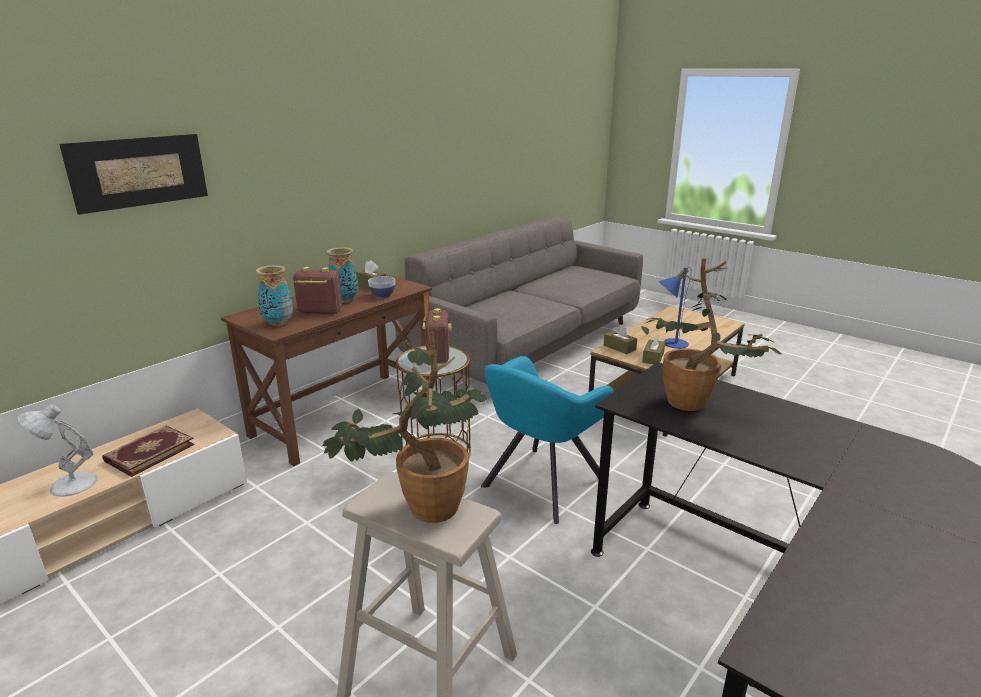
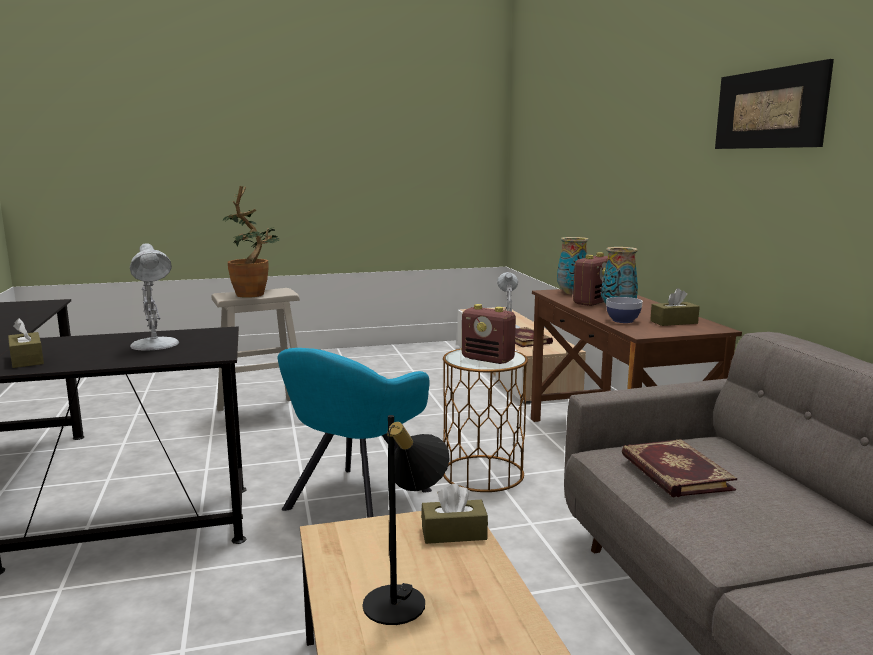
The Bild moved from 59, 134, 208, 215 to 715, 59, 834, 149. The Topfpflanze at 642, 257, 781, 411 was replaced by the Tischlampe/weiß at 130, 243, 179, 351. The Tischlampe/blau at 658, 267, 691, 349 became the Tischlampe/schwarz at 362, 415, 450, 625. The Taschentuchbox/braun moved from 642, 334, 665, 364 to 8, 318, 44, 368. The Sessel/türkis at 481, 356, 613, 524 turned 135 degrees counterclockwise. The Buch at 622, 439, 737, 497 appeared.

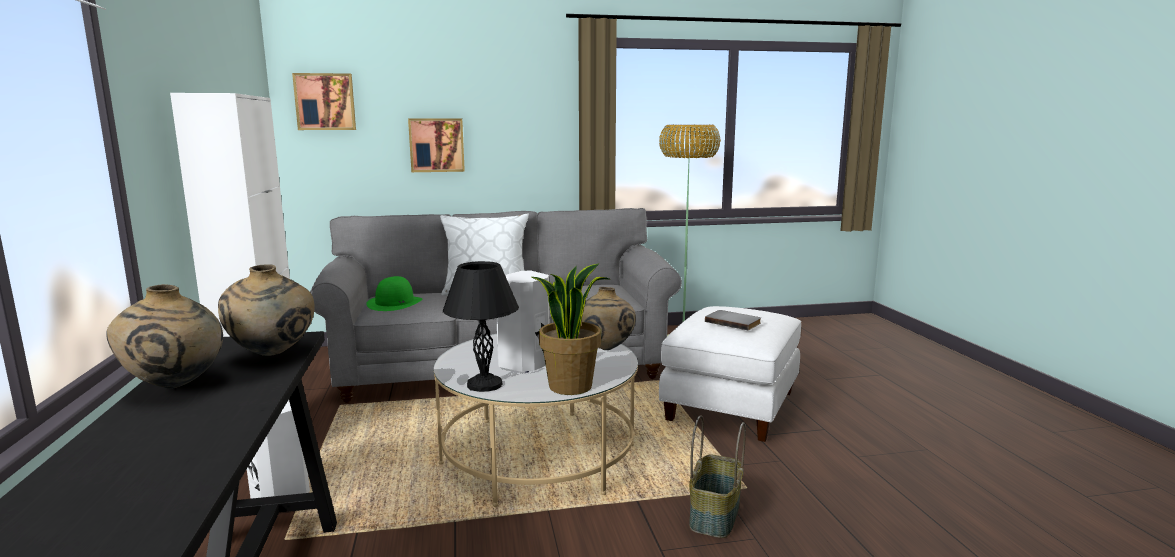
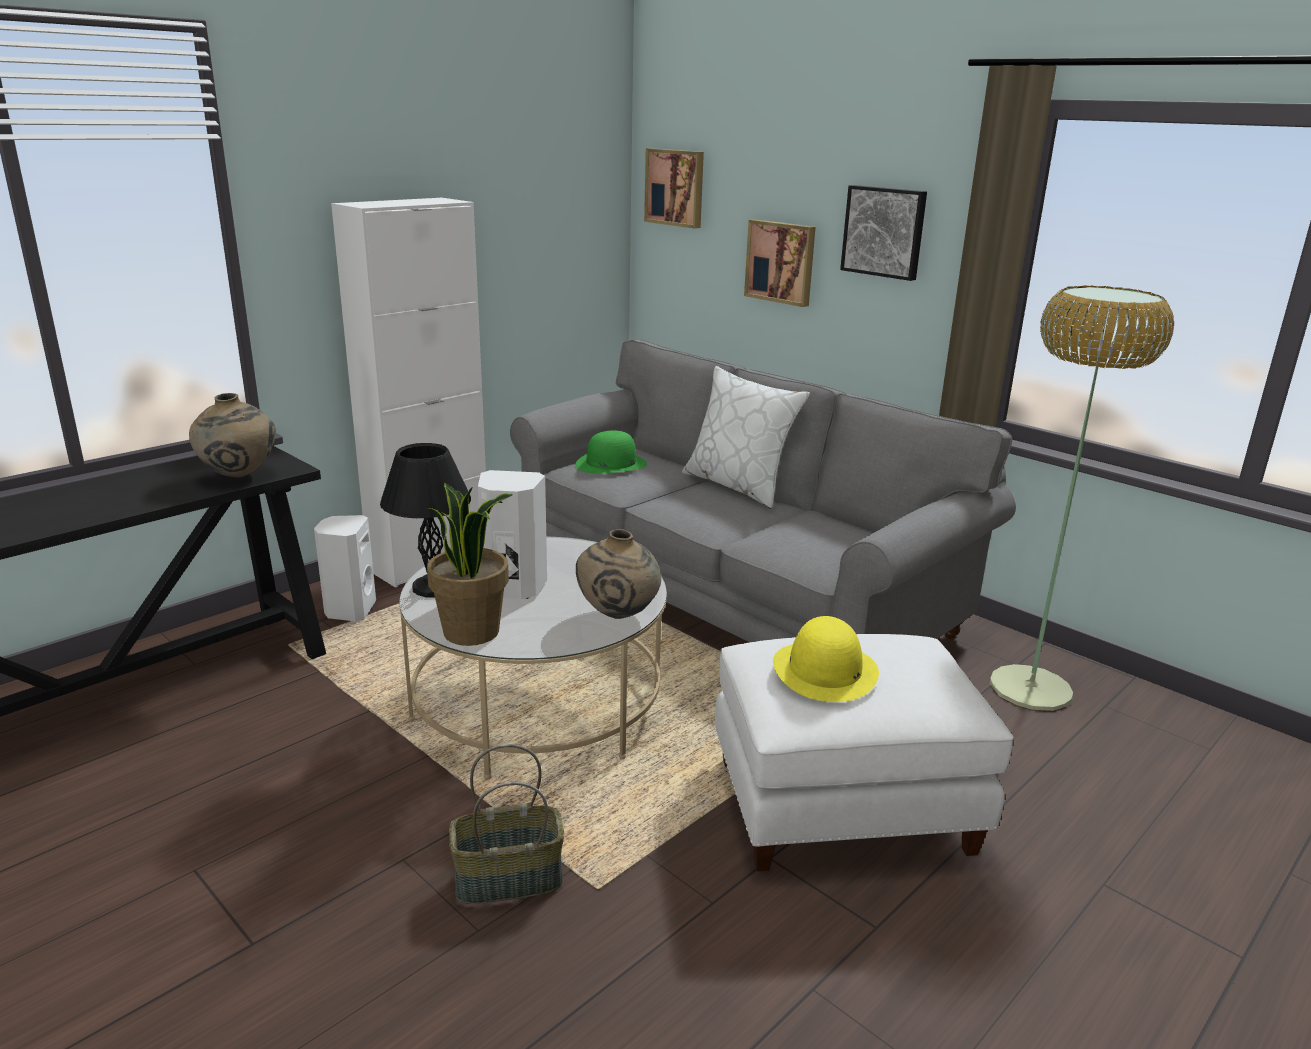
The Vase/beige at 106, 284, 223, 389 disappeared. The Buch/grau at 705, 310, 761, 331 was replaced by the Hut/gelb at 773, 616, 879, 702. The Bild at 840, 185, 927, 281 appeared.

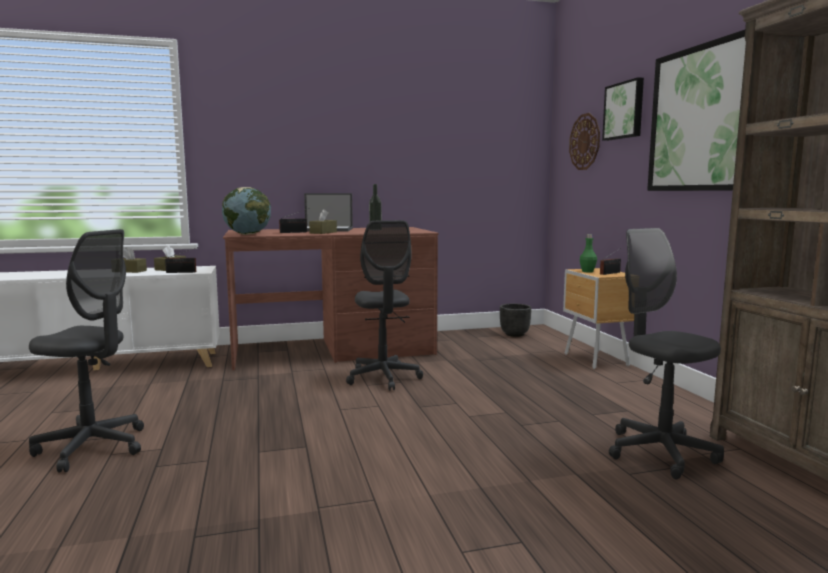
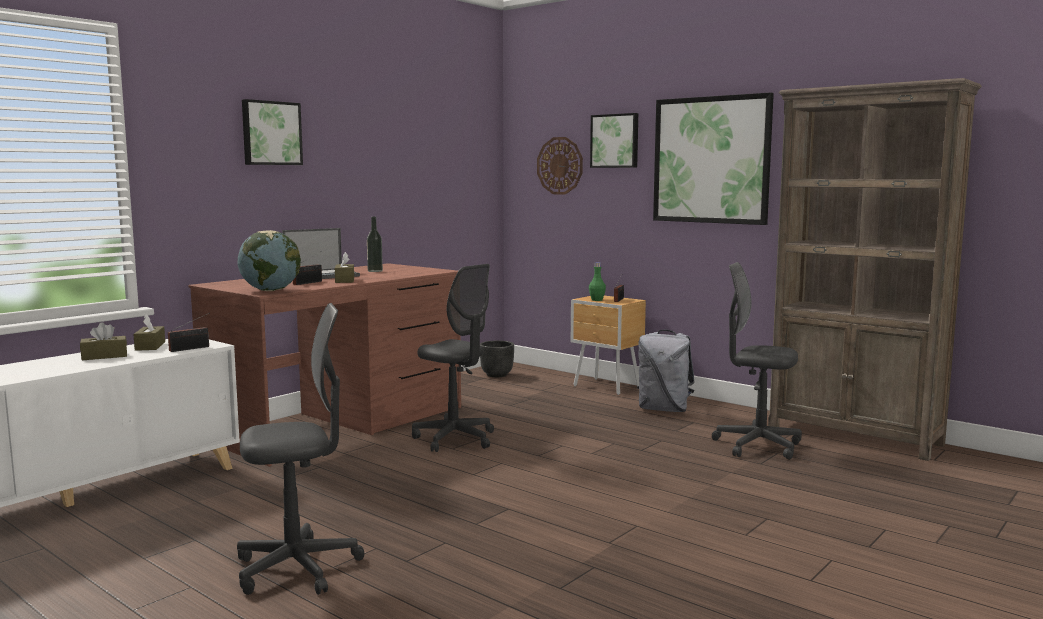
The Bild at 242, 99, 303, 165 appeared. The Rucksack/grau at 637, 330, 695, 412 appeared.

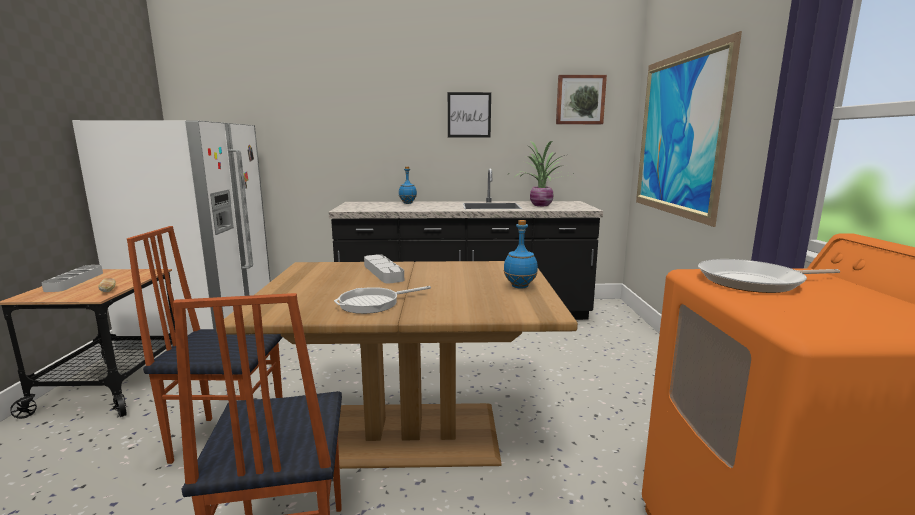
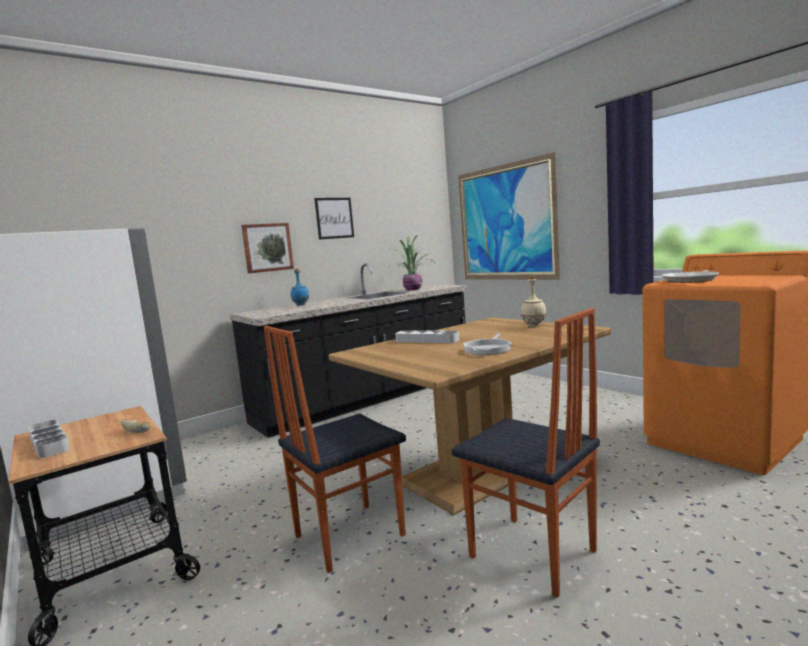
The Bild moved from 556, 75, 607, 124 to 241, 223, 294, 273. The Flasche/blau at 503, 220, 538, 289 became the Flasche/beige at 521, 276, 546, 326.

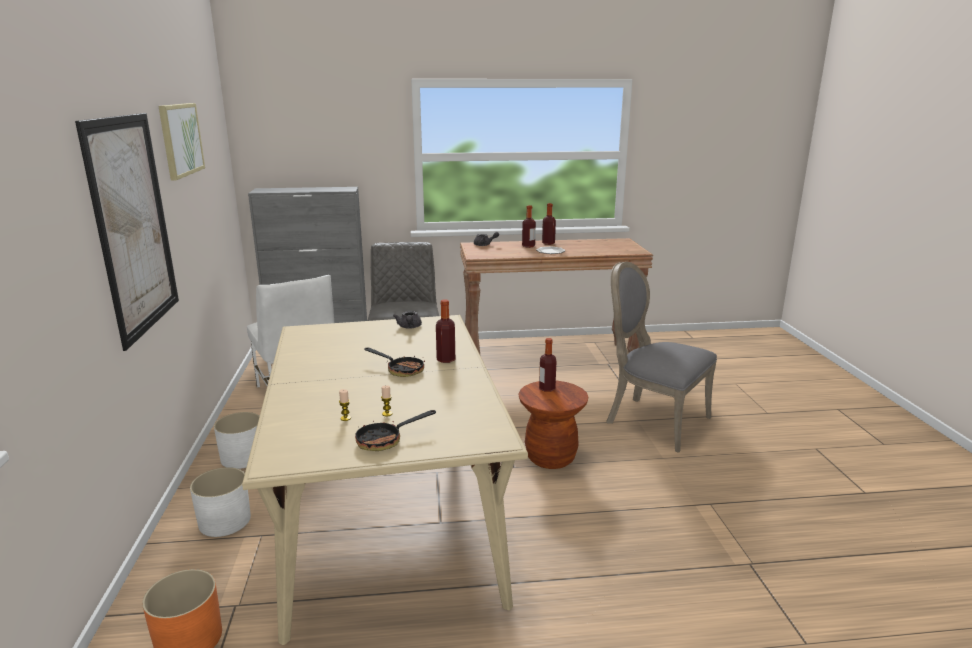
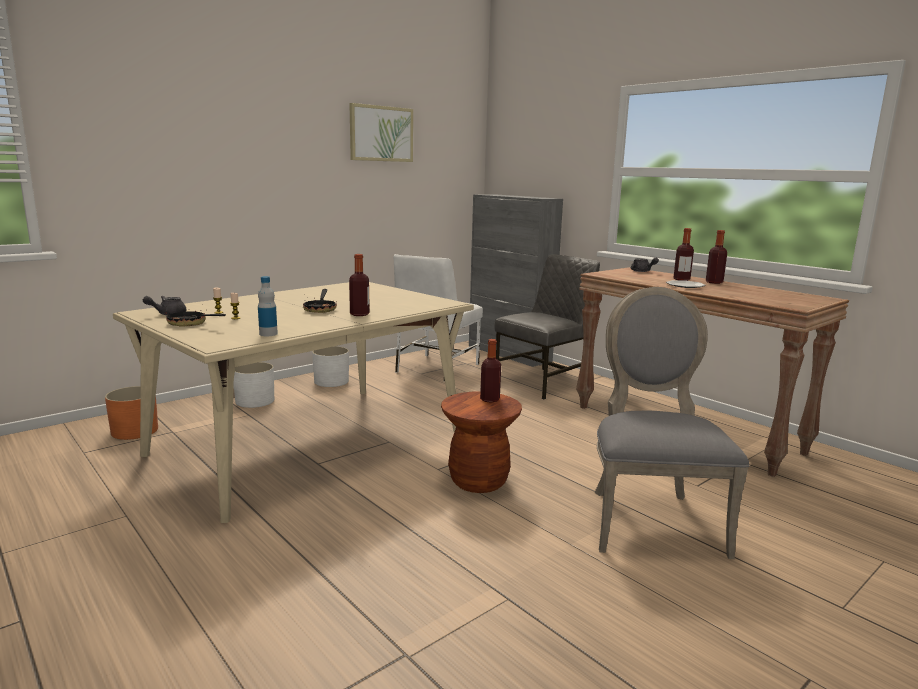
The Bild at 75, 113, 179, 351 disappeared. The Teekanne/grau moved from 393, 311, 422, 329 to 143, 296, 187, 315. The Flasche at 258, 276, 278, 336 appeared.

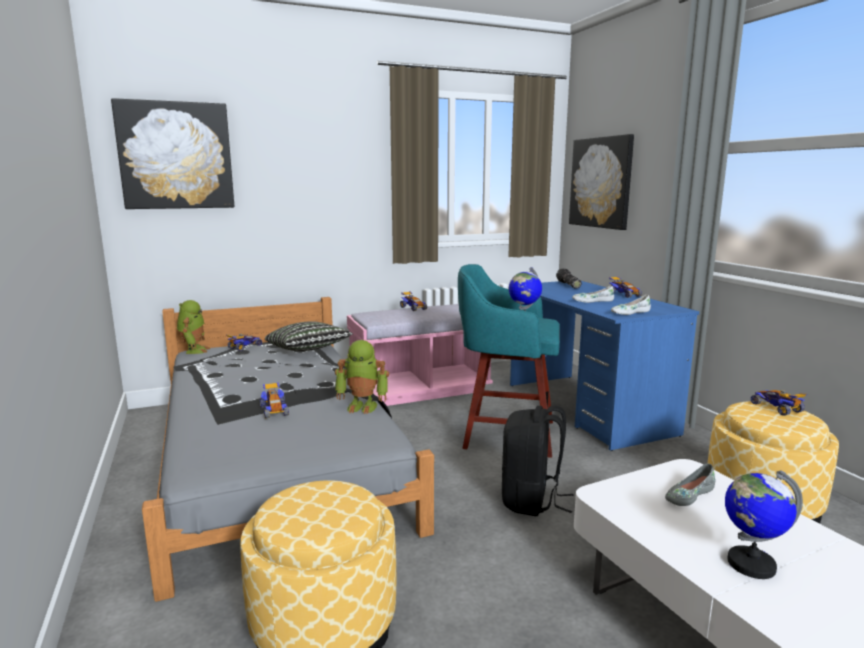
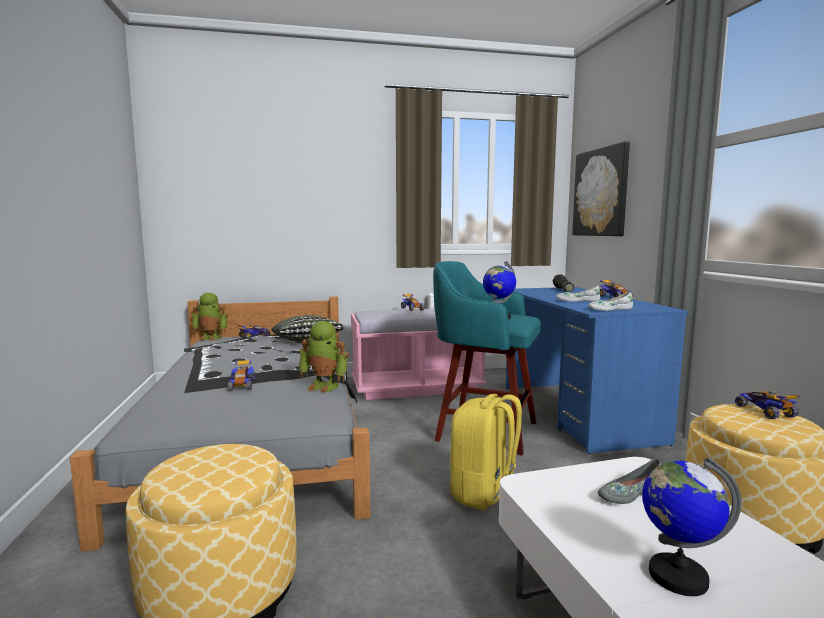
The Bild at 111, 98, 234, 209 disappeared. The Spielzeugroboter at 177, 300, 210, 354 turned 90 degrees clockwise. The Rucksack/schwarz at 502, 406, 574, 516 became the Rucksack/gelb at 450, 394, 522, 510.

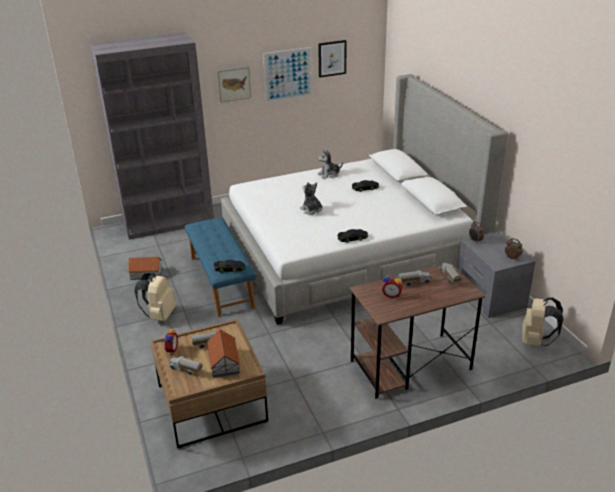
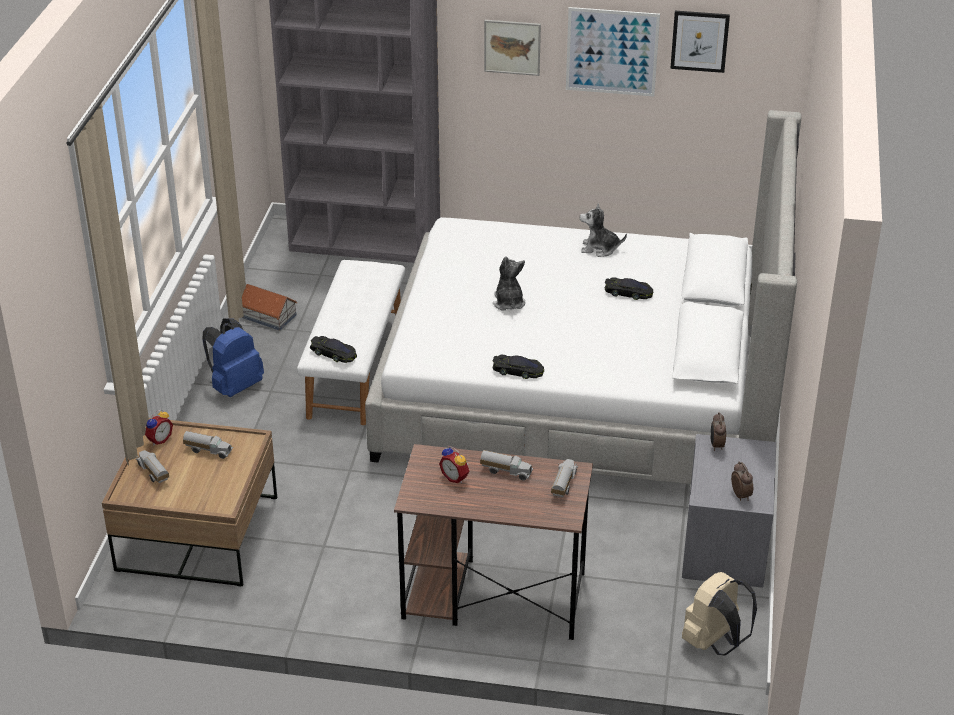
The Bank/blau at 185, 218, 256, 317 became the Bank/weiß at 297, 260, 405, 425. The Rucksack/beige at 134, 272, 176, 321 became the Rucksack/blau at 203, 318, 264, 397. The Spielzeughaus at 207, 329, 240, 378 disappeared.

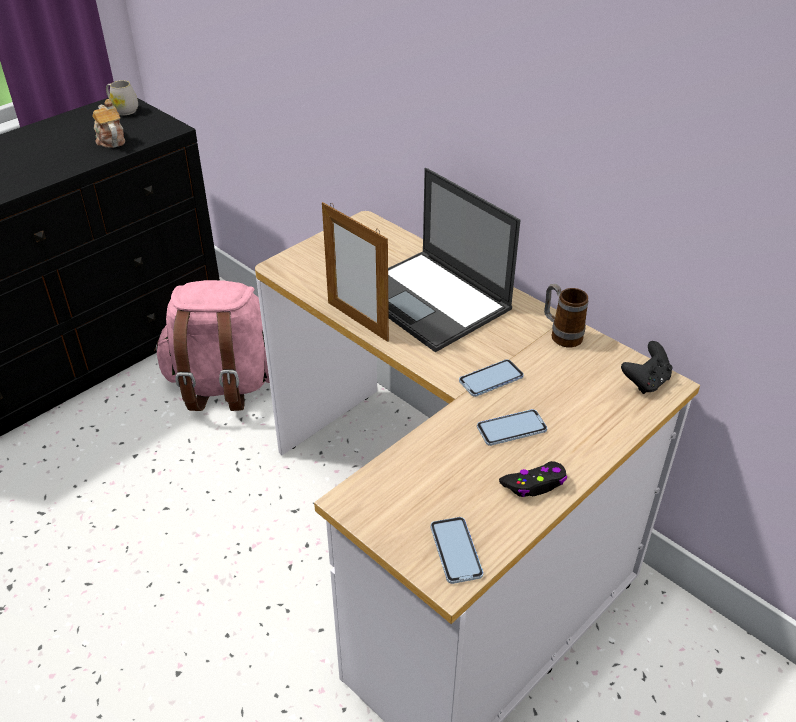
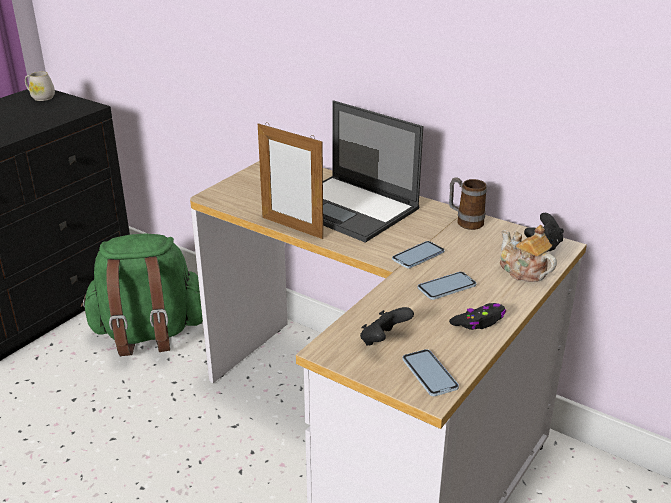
The Teekanne moved from 92, 99, 125, 148 to 500, 225, 557, 282. The Rucksack/rosa at 154, 280, 270, 411 became the Rucksack/grün at 81, 234, 203, 356. The Gamepad/schwarz at 360, 307, 414, 346 appeared.

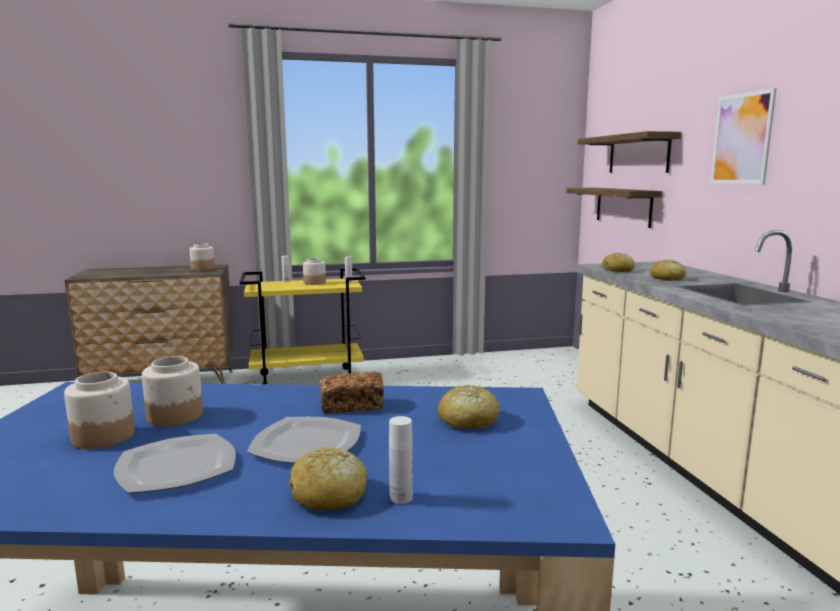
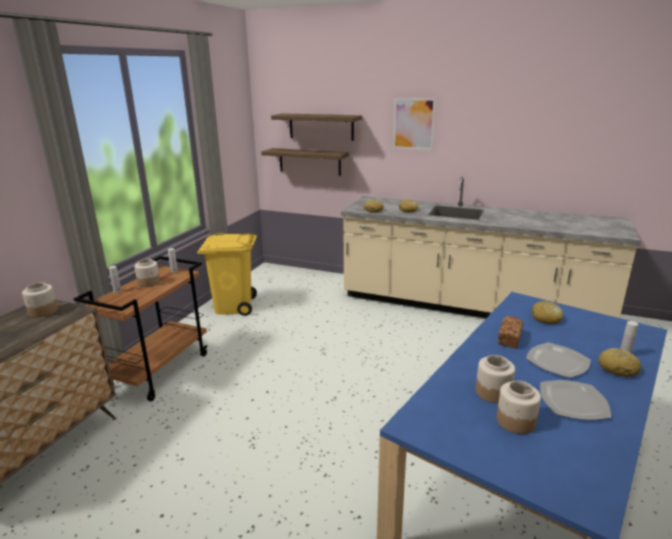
The Rollwagen/gelb at 240, 268, 365, 384 became the Rollwagen/braun at 74, 256, 207, 401. The Mülleimer/gelb at 197, 233, 257, 316 appeared.

